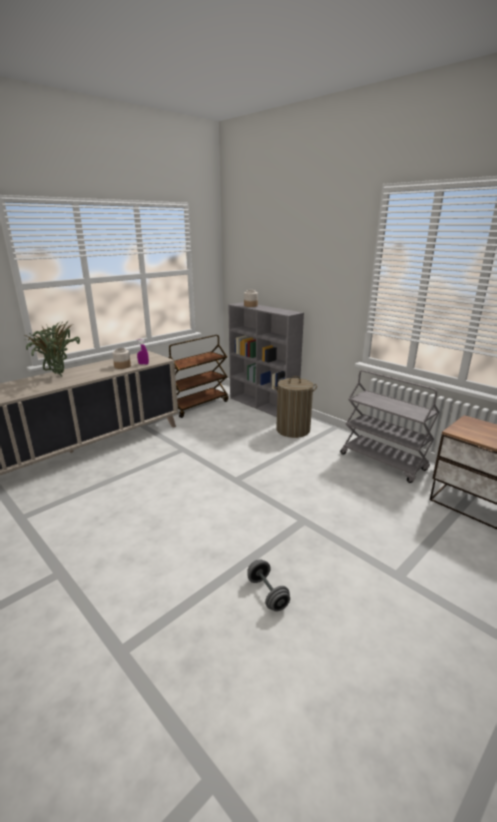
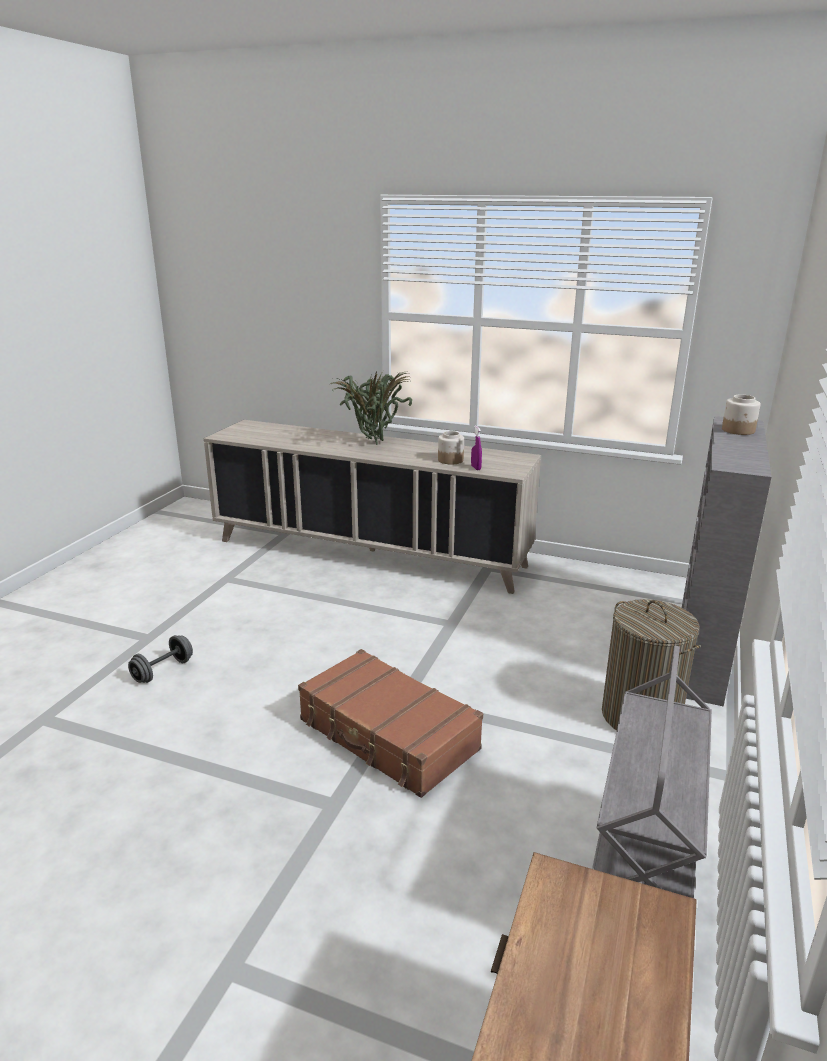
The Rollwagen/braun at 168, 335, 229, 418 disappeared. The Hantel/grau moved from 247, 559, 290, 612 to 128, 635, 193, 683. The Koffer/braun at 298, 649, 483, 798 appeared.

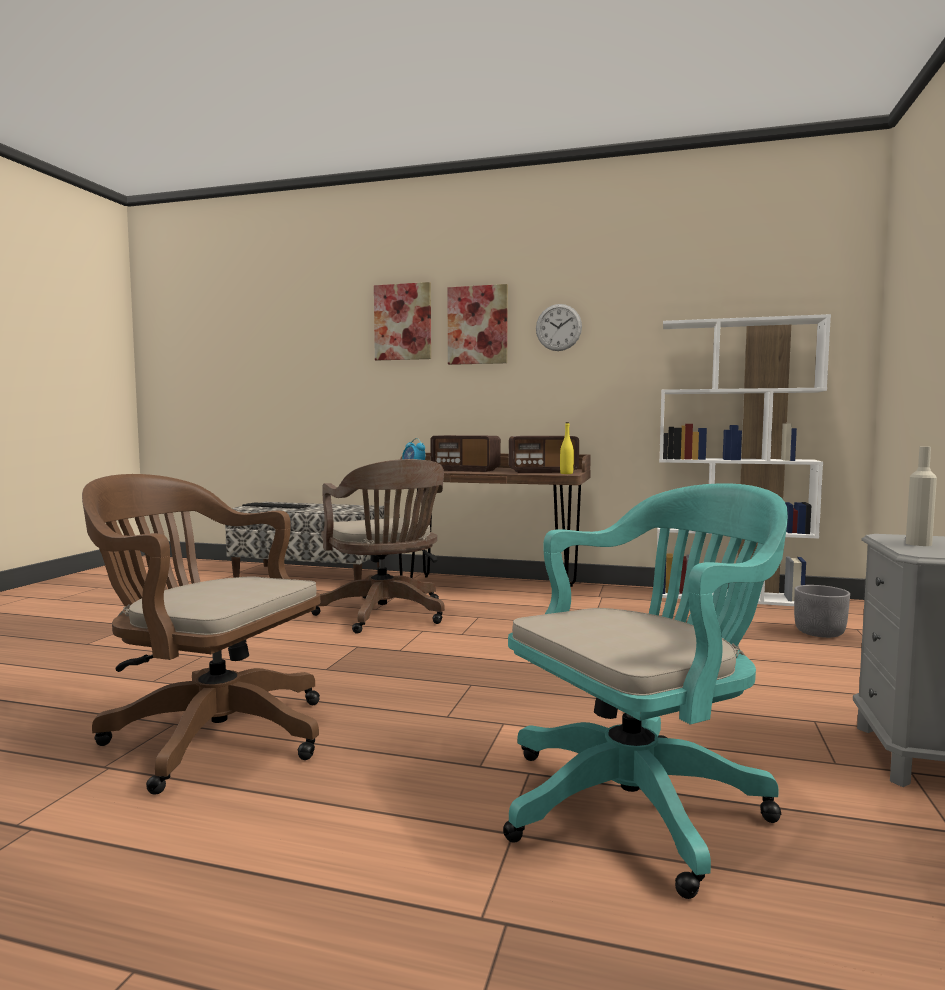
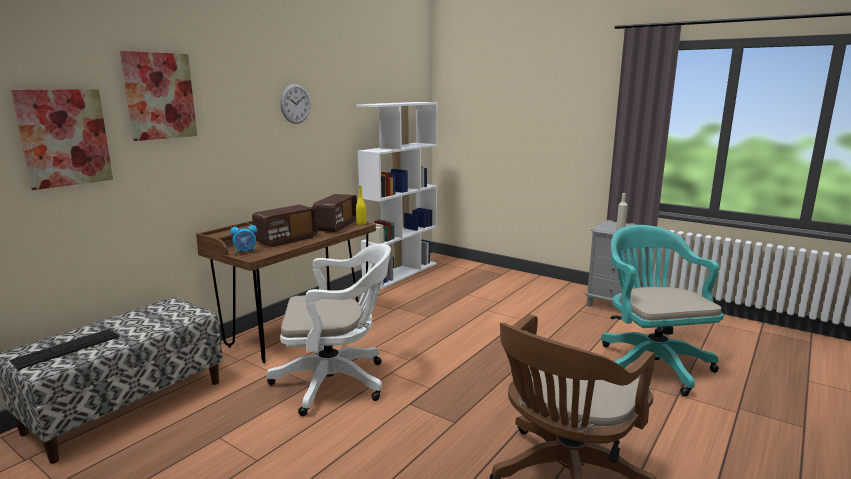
The Bild moved from 448, 284, 508, 365 to 11, 89, 113, 190. The Bürostuhl/braun at 311, 459, 445, 634 became the Bürostuhl/weiß at 266, 243, 391, 416. The Pflanzkübel/grau at 794, 585, 850, 638 disappeared.

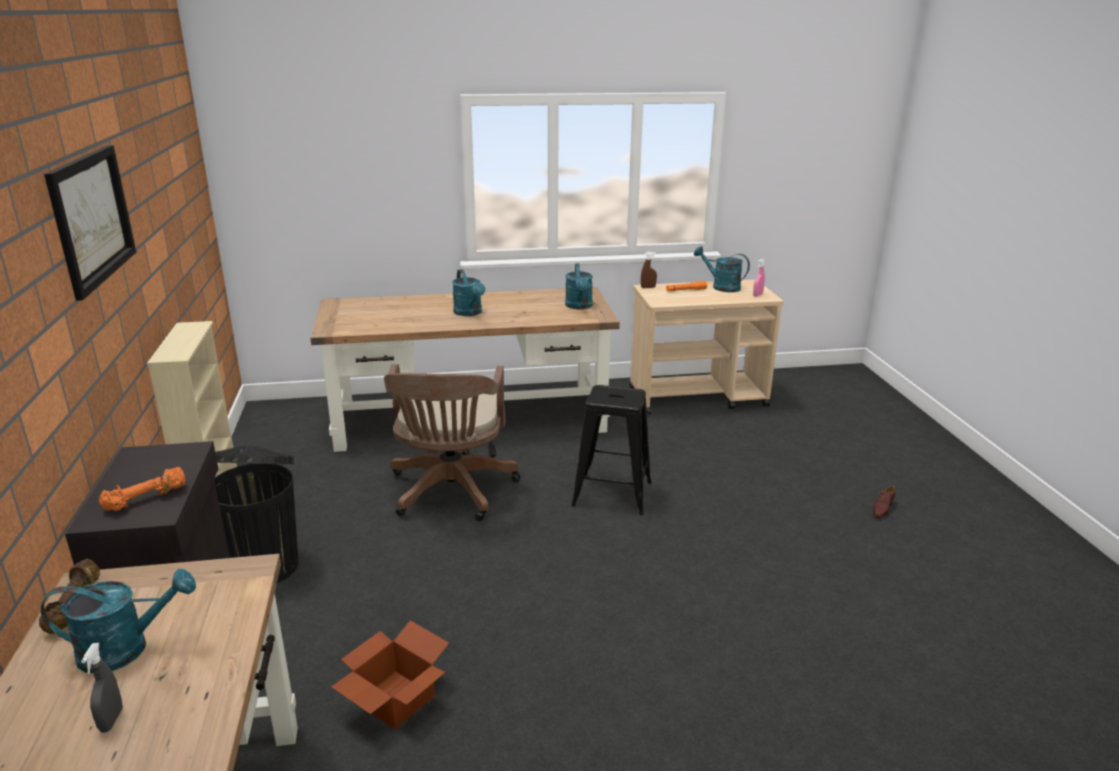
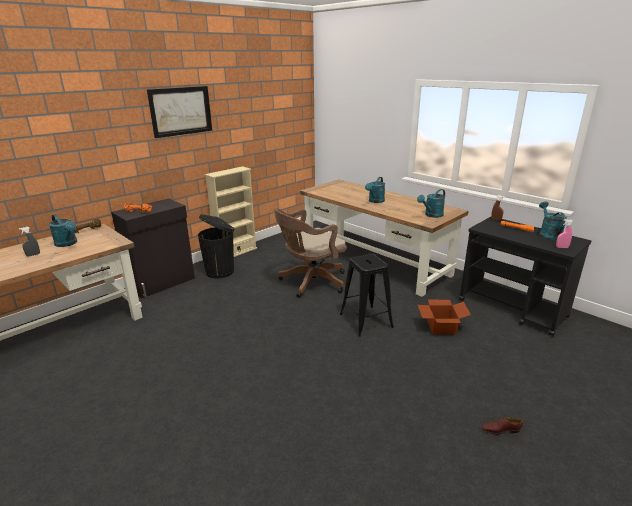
The Rollwagen/beige at 629, 280, 784, 415 became the Rollwagen/schwarz at 459, 217, 591, 337. The Karton moved from 331, 620, 449, 729 to 418, 300, 471, 334.

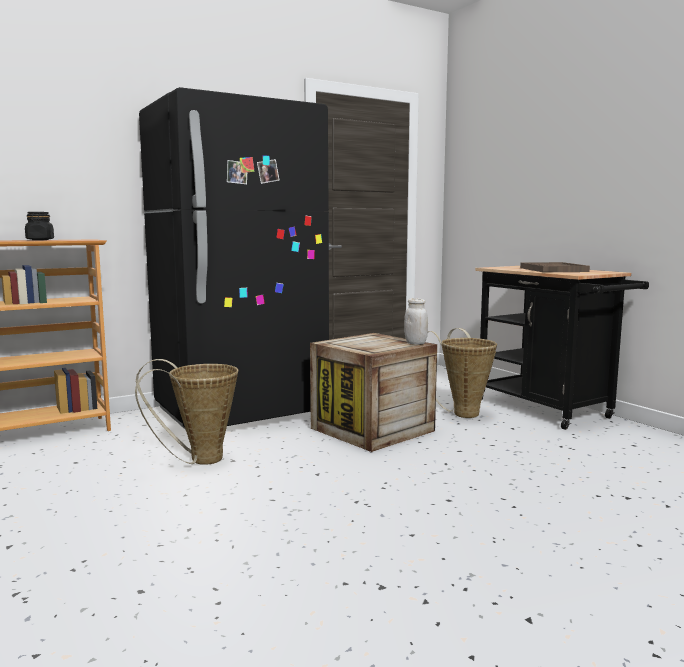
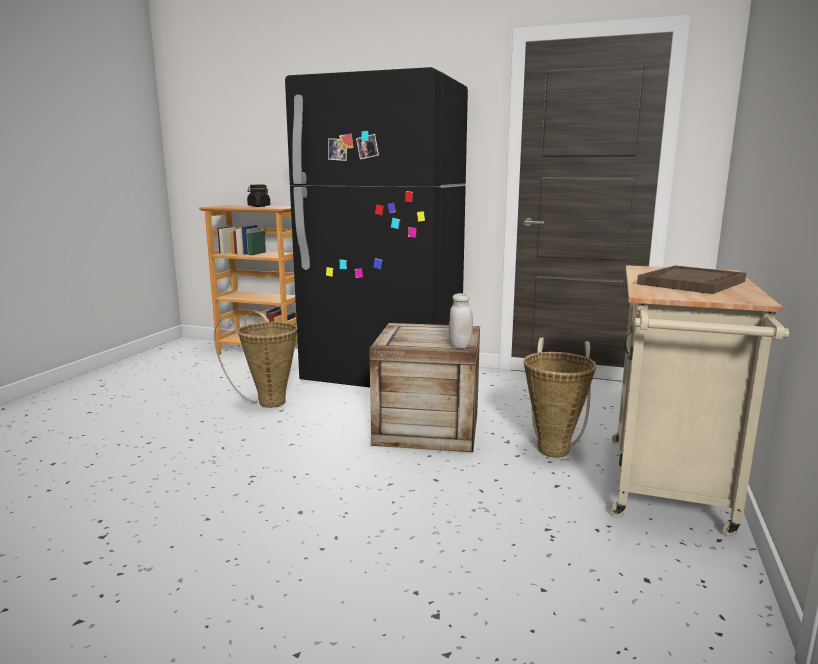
The Rollwagen/schwarz at 475, 266, 649, 430 became the Rollwagen/beige at 610, 265, 789, 536.

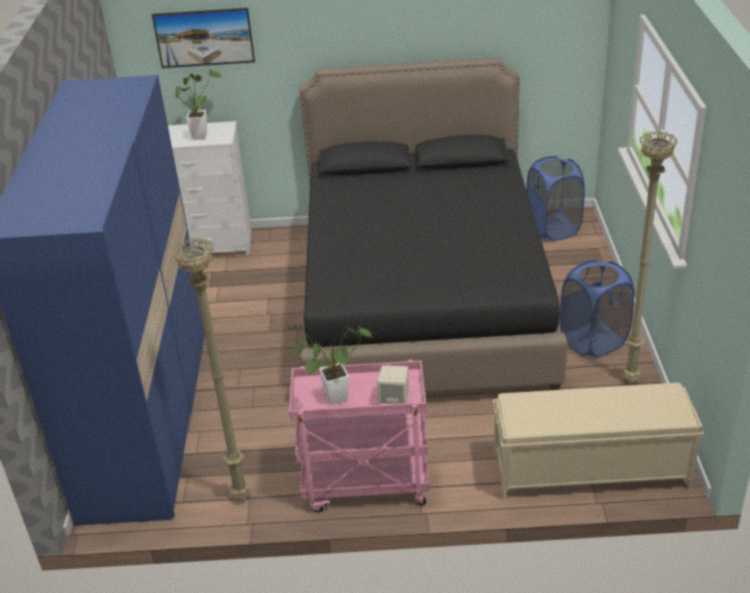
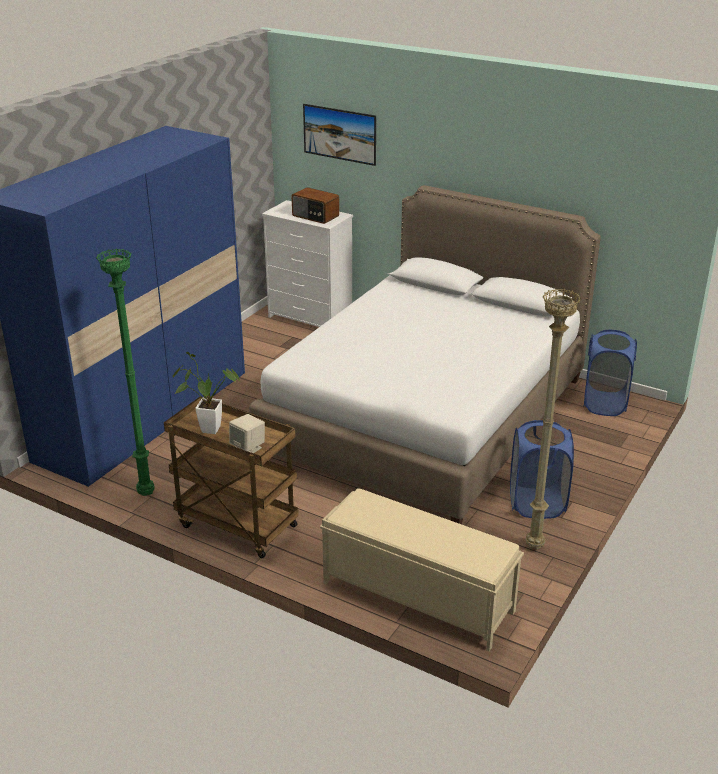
The Bett/schwarz at 300, 57, 568, 392 became the Bett/weiß at 249, 185, 601, 524. The Topfpflanze at 175, 69, 222, 140 was replaced by the Radio at 292, 187, 339, 224. The Stehlampe/beige at 172, 237, 250, 501 became the Stehlampe/grün at 96, 248, 155, 496. The Rollwagen/rosa at 289, 359, 429, 512 became the Rollwagen/braun at 164, 397, 299, 558.

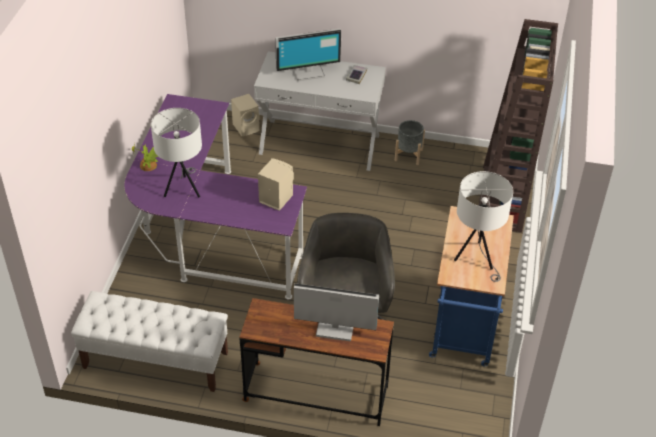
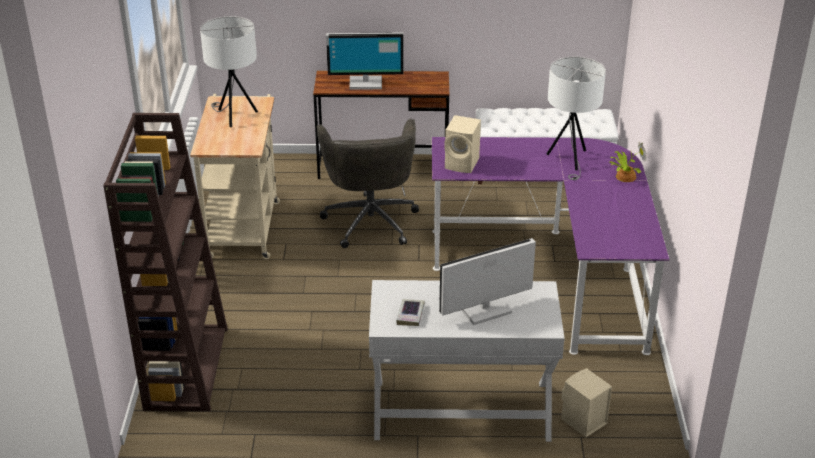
The Pflanzkübel/grau at 395, 120, 425, 165 disappeared. The Rollwagen/blau at 429, 206, 514, 366 became the Rollwagen/beige at 190, 94, 280, 259.

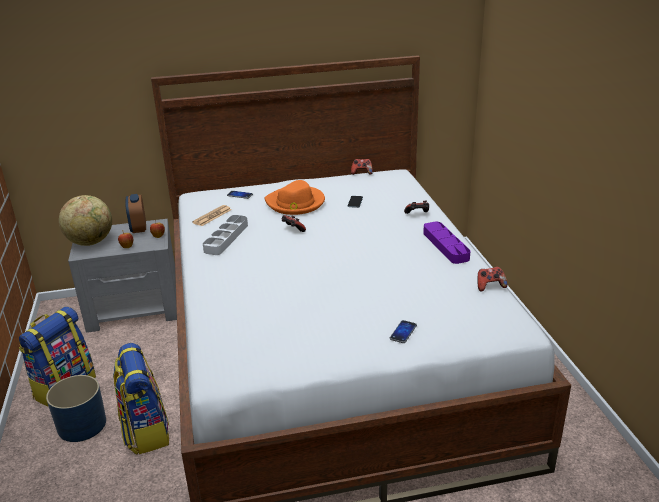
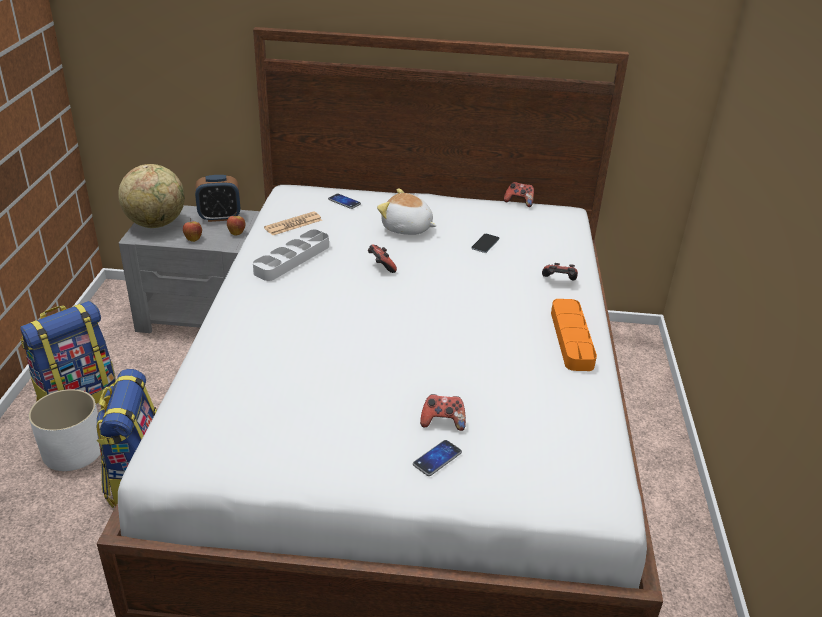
The Hut/orange at 265, 180, 325, 215 was replaced by the Plüschtier at 377, 189, 437, 235. The Wecker at 126, 194, 146, 233 turned 105 degrees counterclockwise. The Tablett/lila at 423, 222, 470, 264 became the Tablett/orange at 551, 299, 597, 371. The Gamepad moved from 478, 267, 508, 292 to 420, 394, 466, 431. The Pflanzkübel/blau at 46, 375, 106, 442 became the Pflanzkübel/weiß at 29, 389, 101, 471.

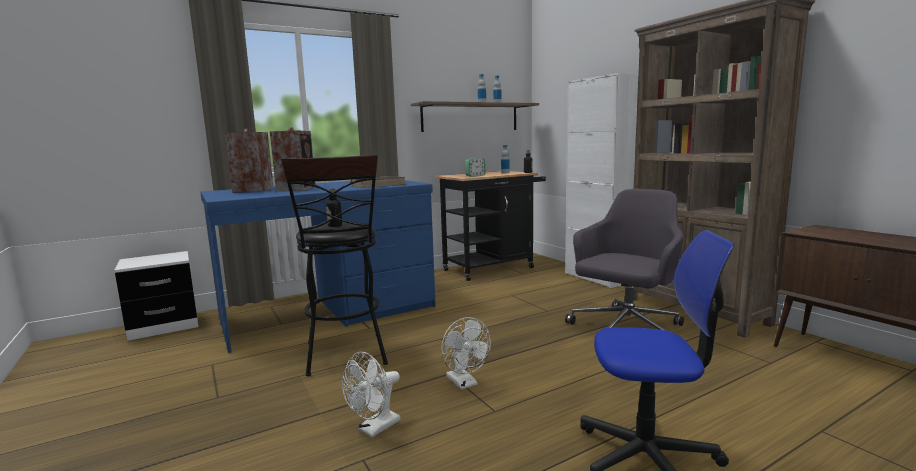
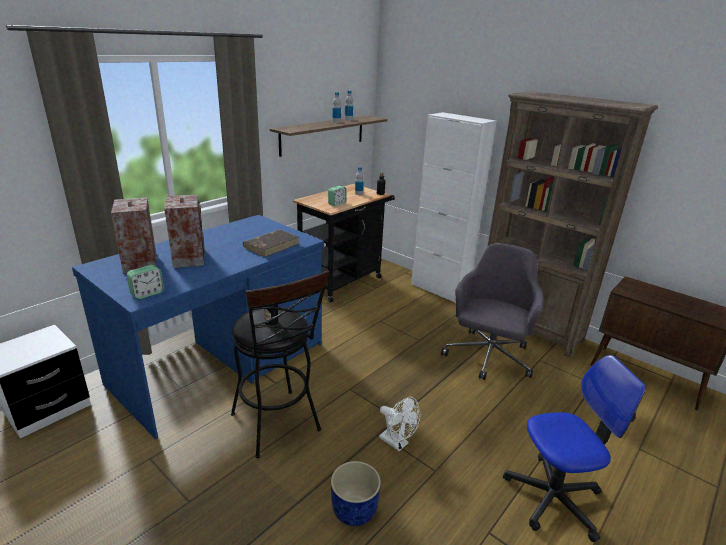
The Ventilator/weiß at 342, 352, 401, 437 was replaced by the Pflanzkübel/blau at 331, 461, 381, 526. The Wecker at 126, 265, 164, 299 appeared.

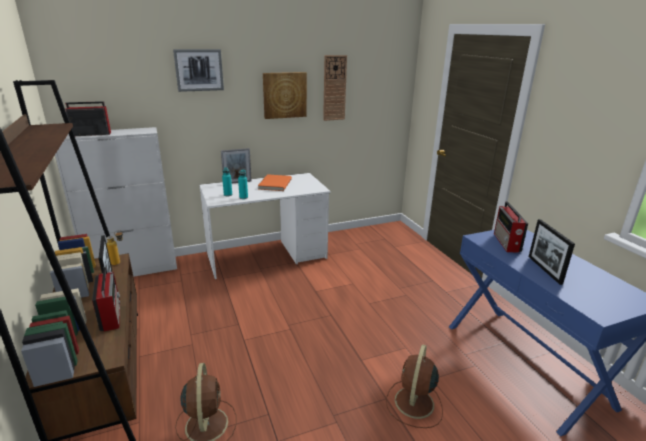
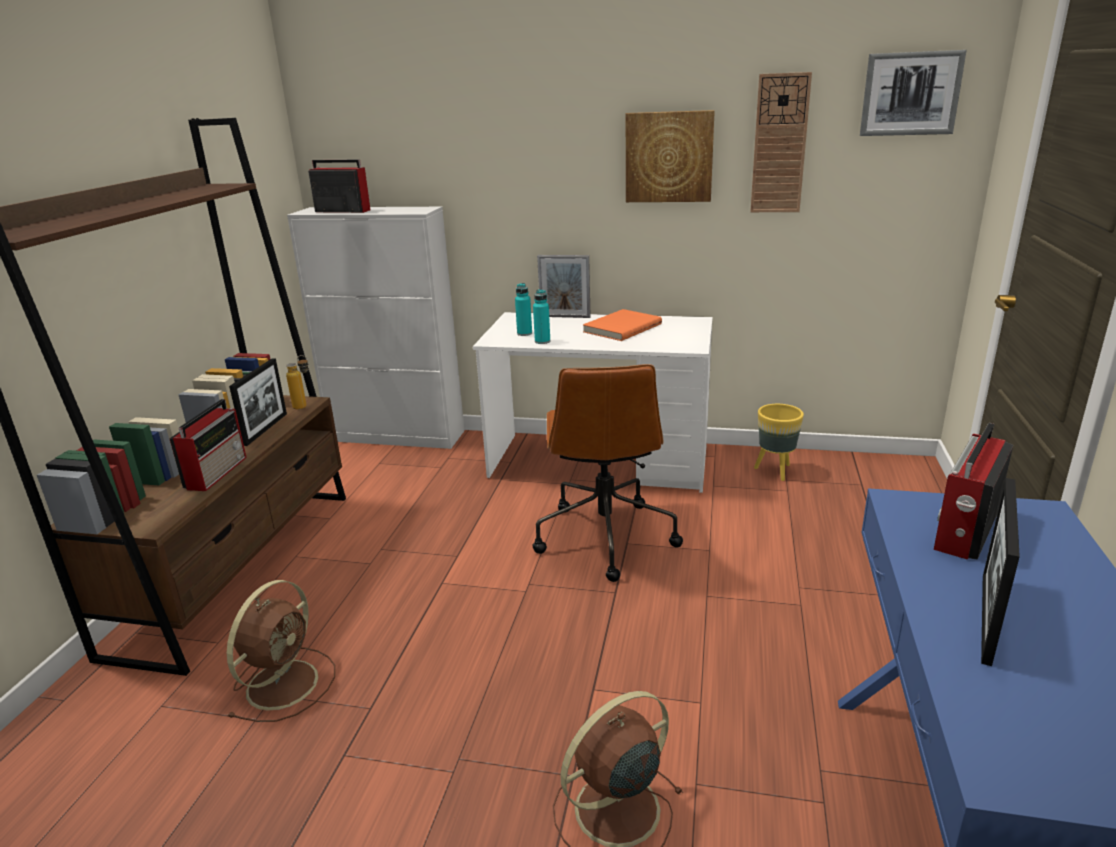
The Bild moved from 173, 49, 224, 92 to 860, 50, 967, 136. The Bürostuhl/braun at 532, 364, 683, 582 appeared. The Pflanzkübel/gelb at 754, 404, 804, 481 appeared.

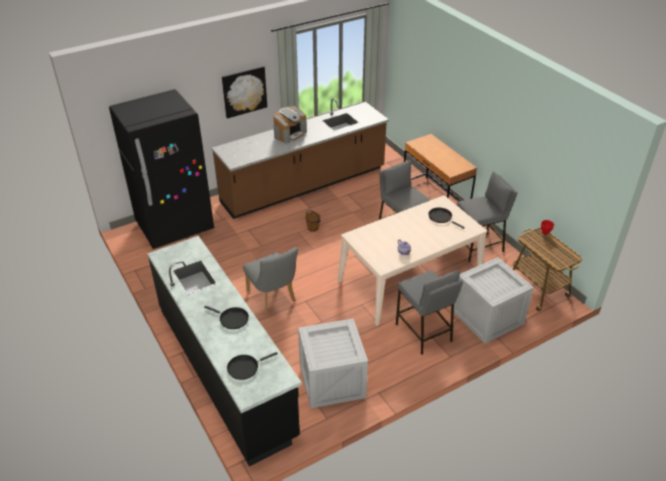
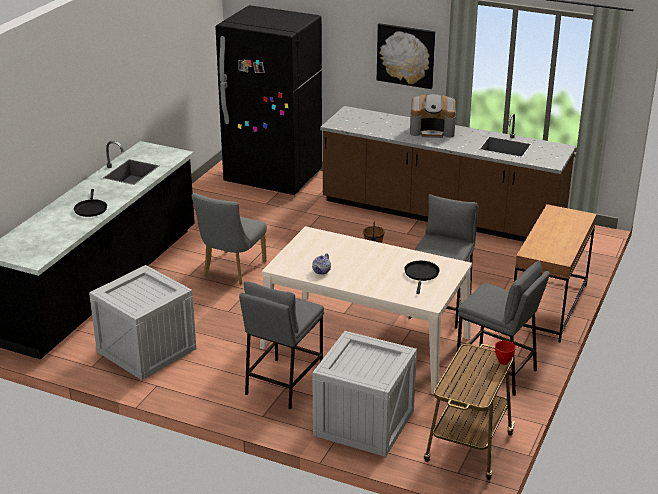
The Pfanne/schwarz at 227, 352, 278, 380 disappeared.

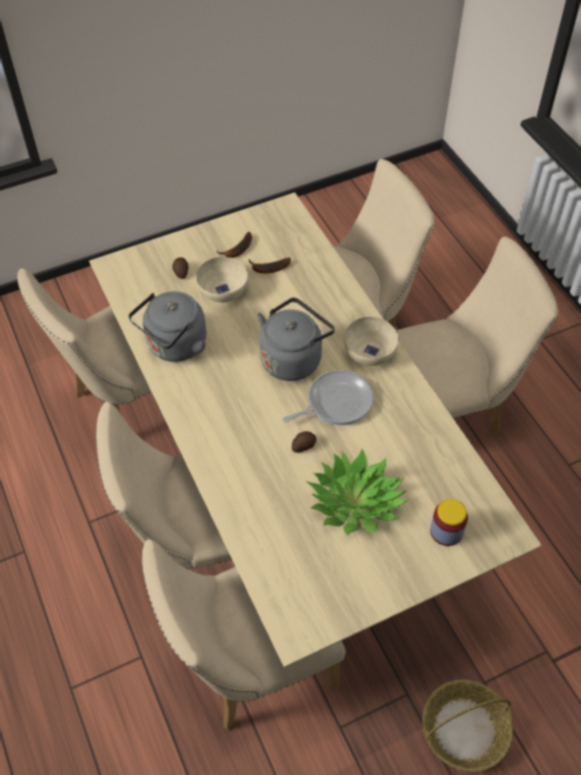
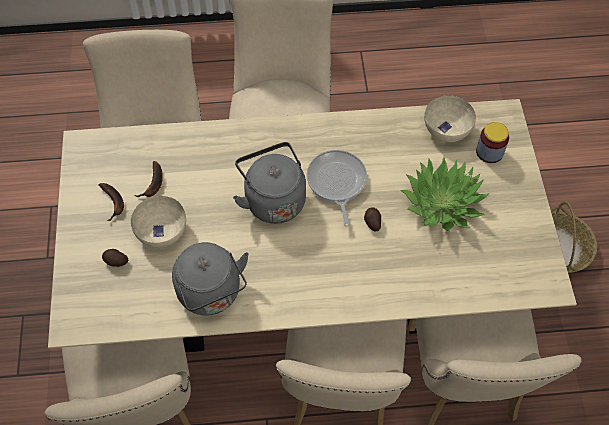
The Schüssel/beige moved from 344, 317, 399, 366 to 424, 96, 476, 142.

